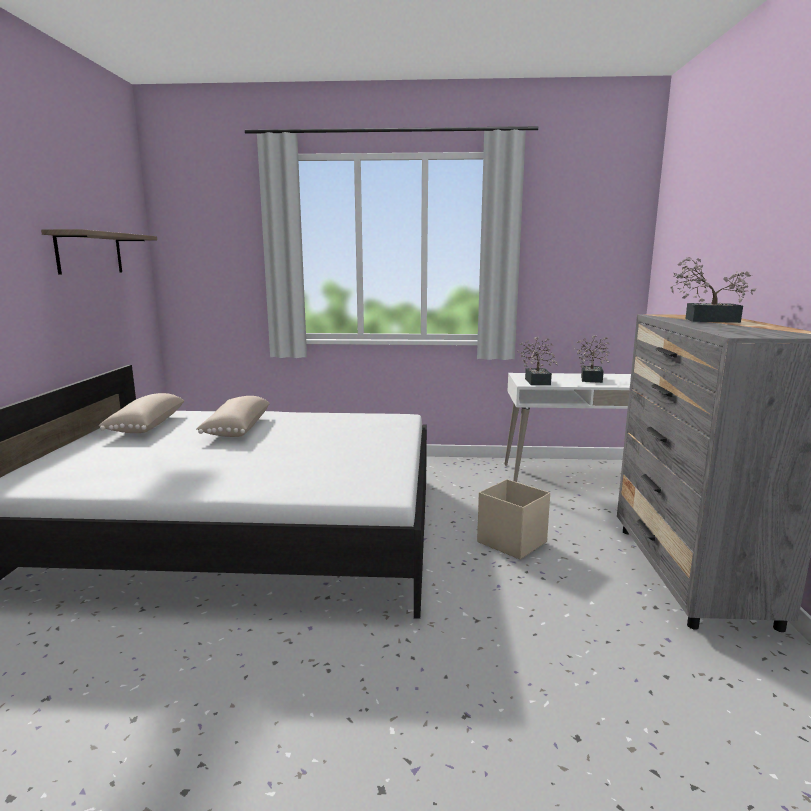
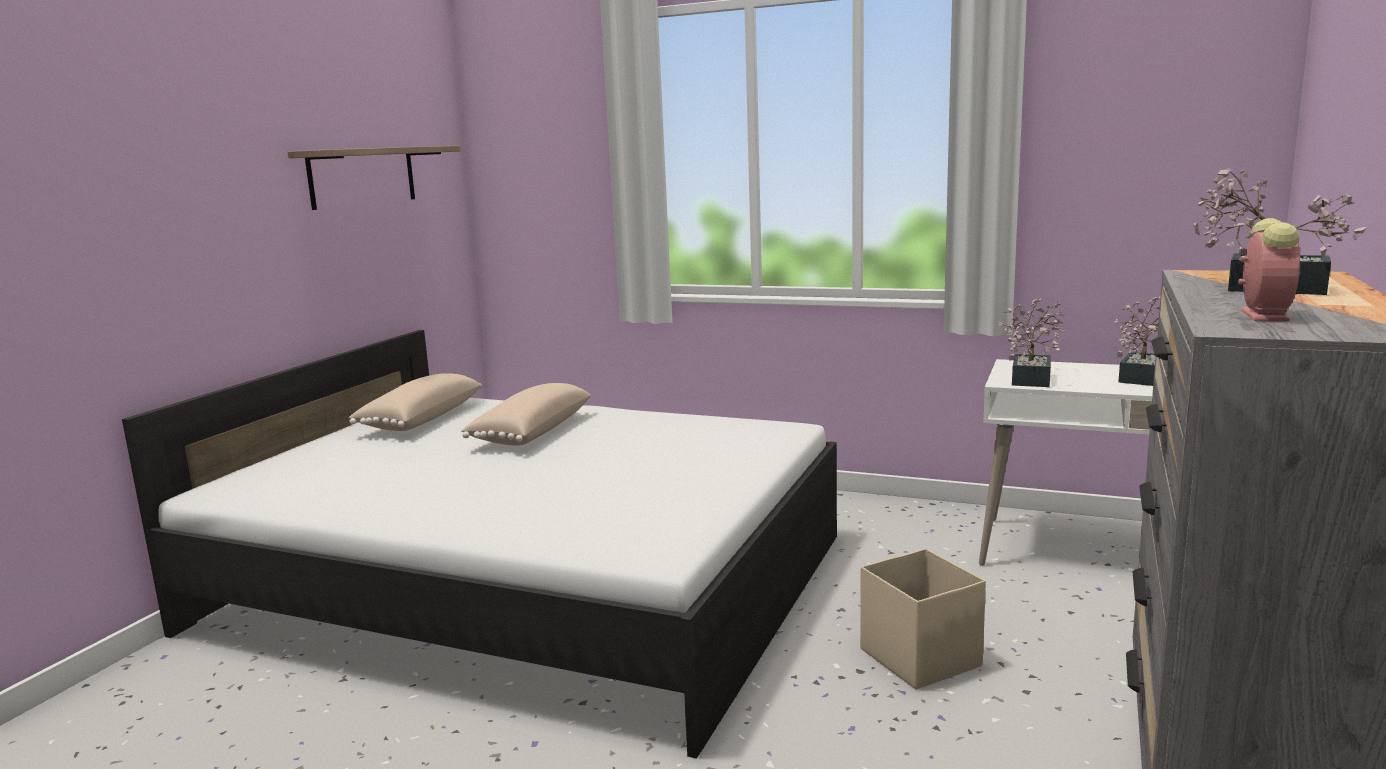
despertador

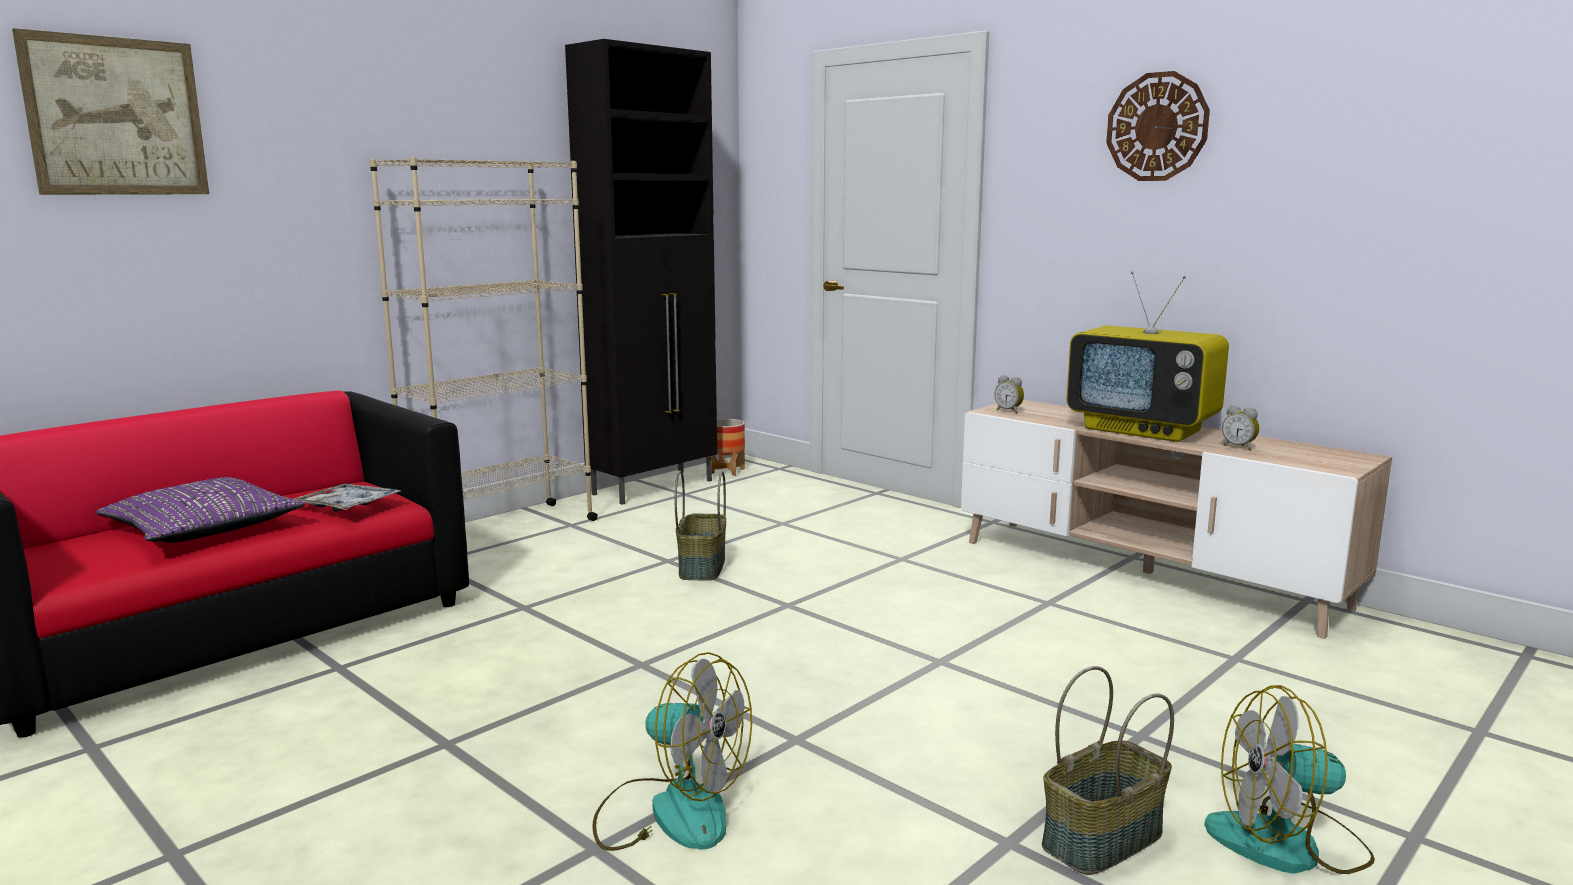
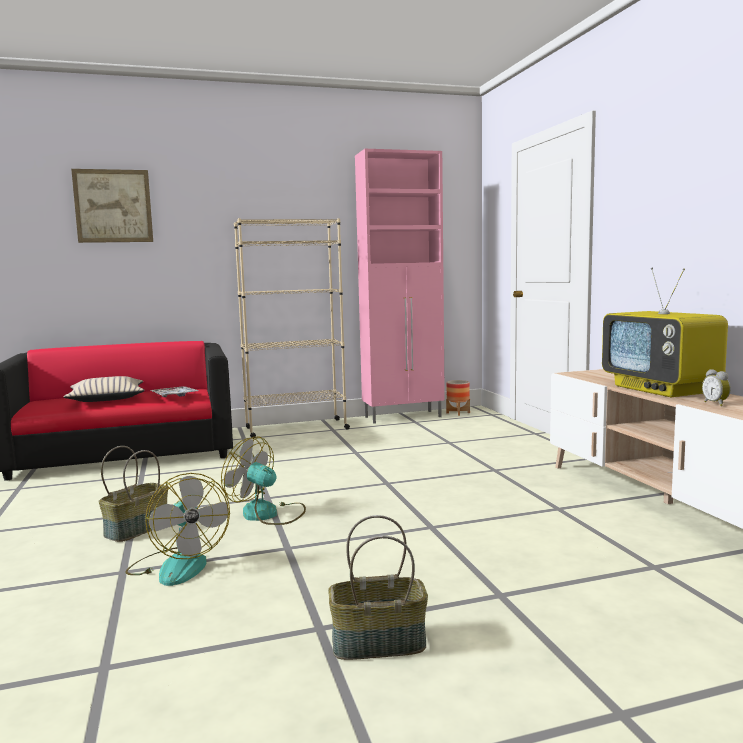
cojín [beis]; armario [rosa]; cesta (1st from left); despertador (1st from left in the first image); reloj de pared; ventilador (2nd from left)

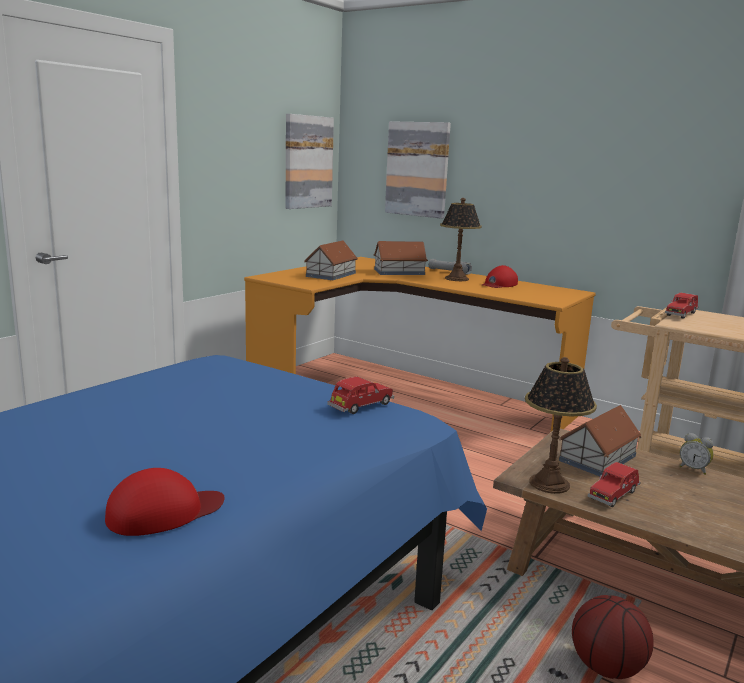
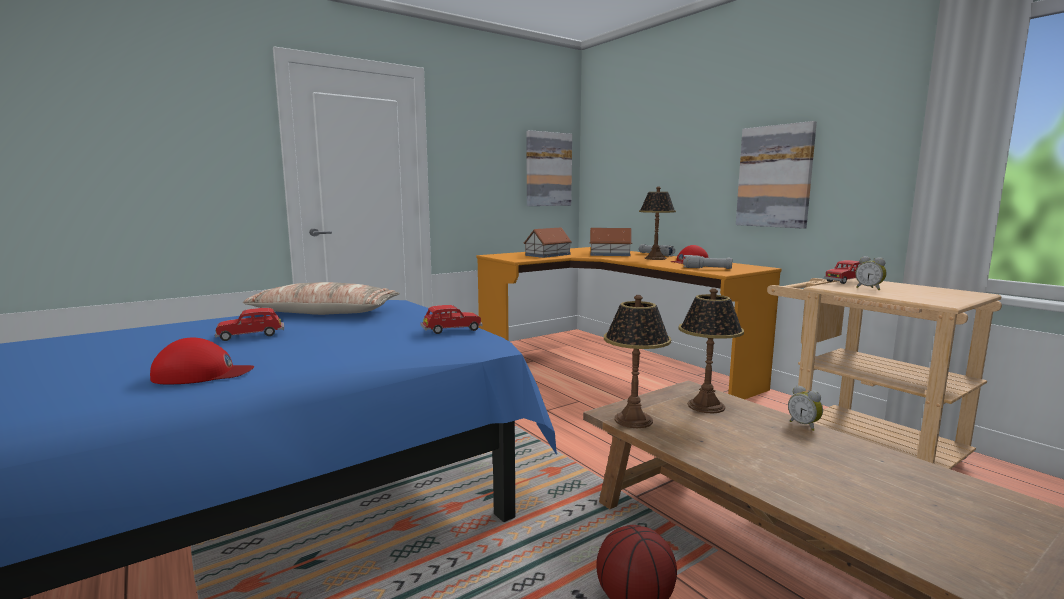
cuadro (2nd from left); lámpara de mesa (3rd from left); coche de juguete [rojo] (1st from left); cojín; linterna [gris] (2nd from left); despertador (2nd from left)

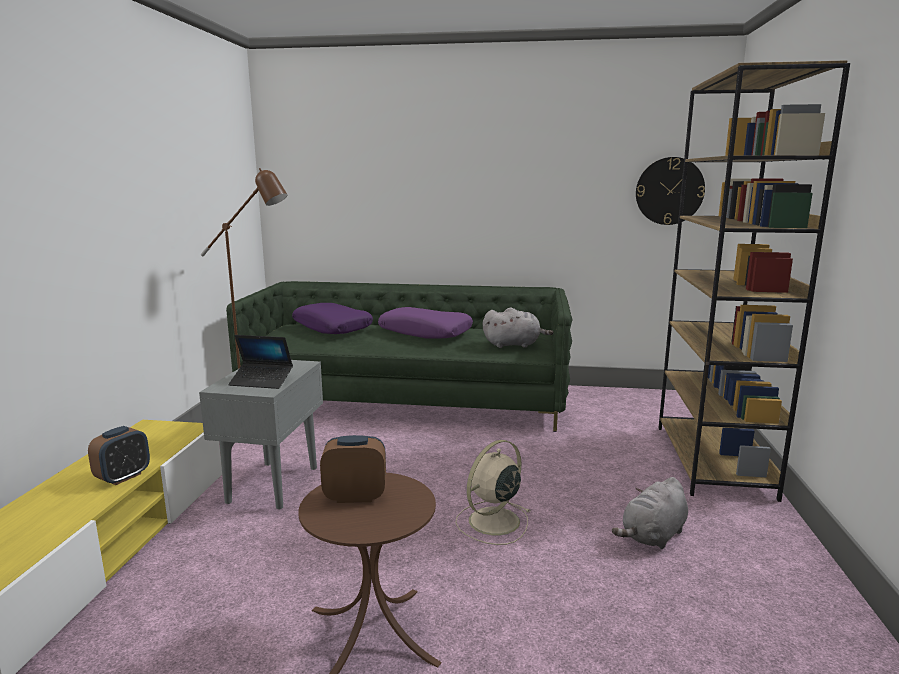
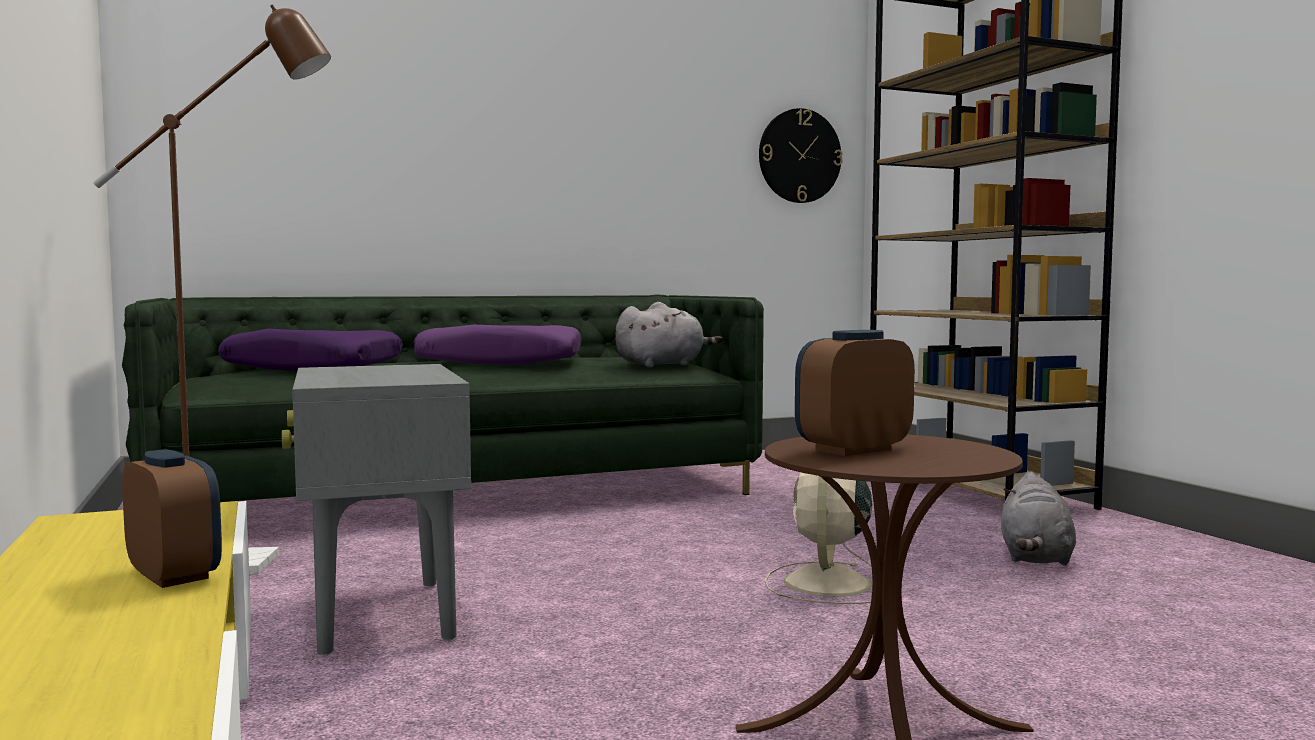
despertador (1st from left); portátil

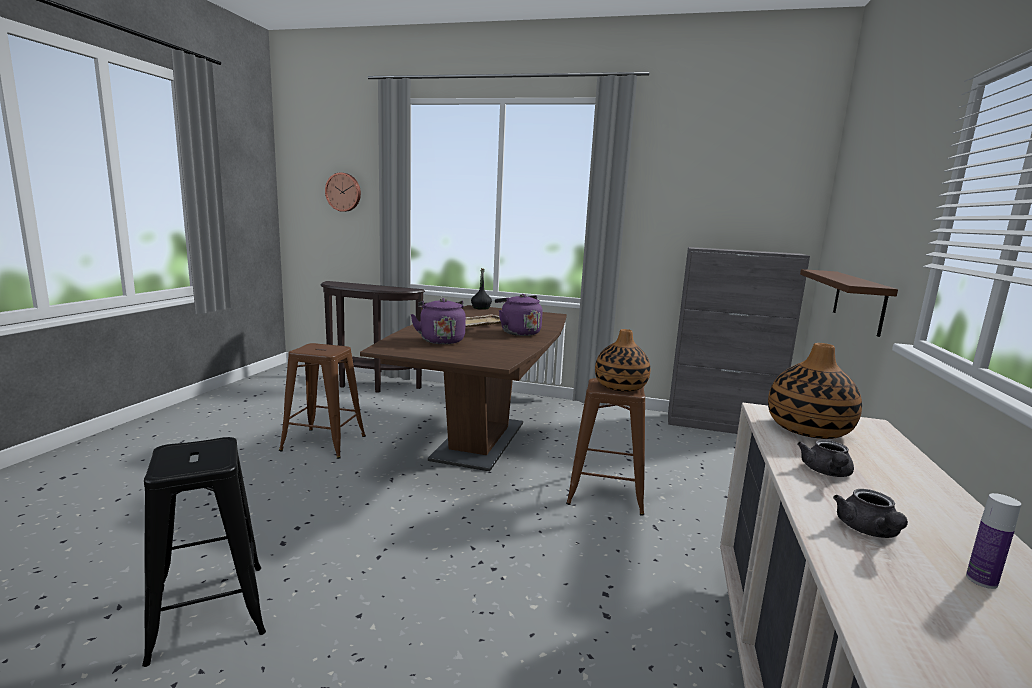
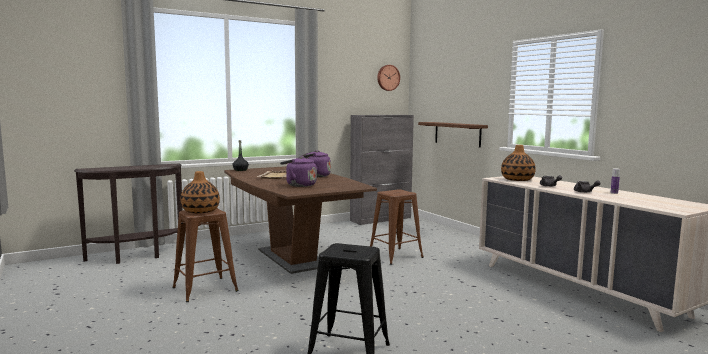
reloj de pared; florero (1st from left)

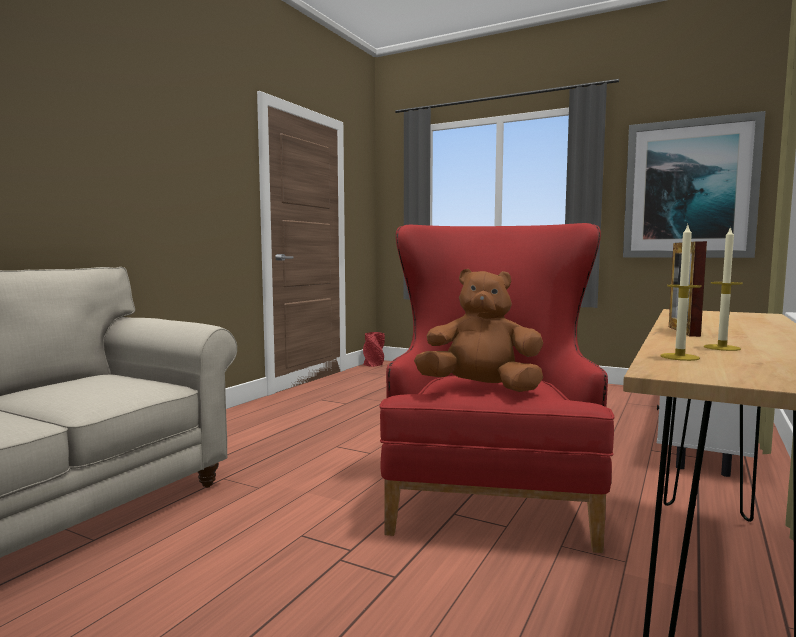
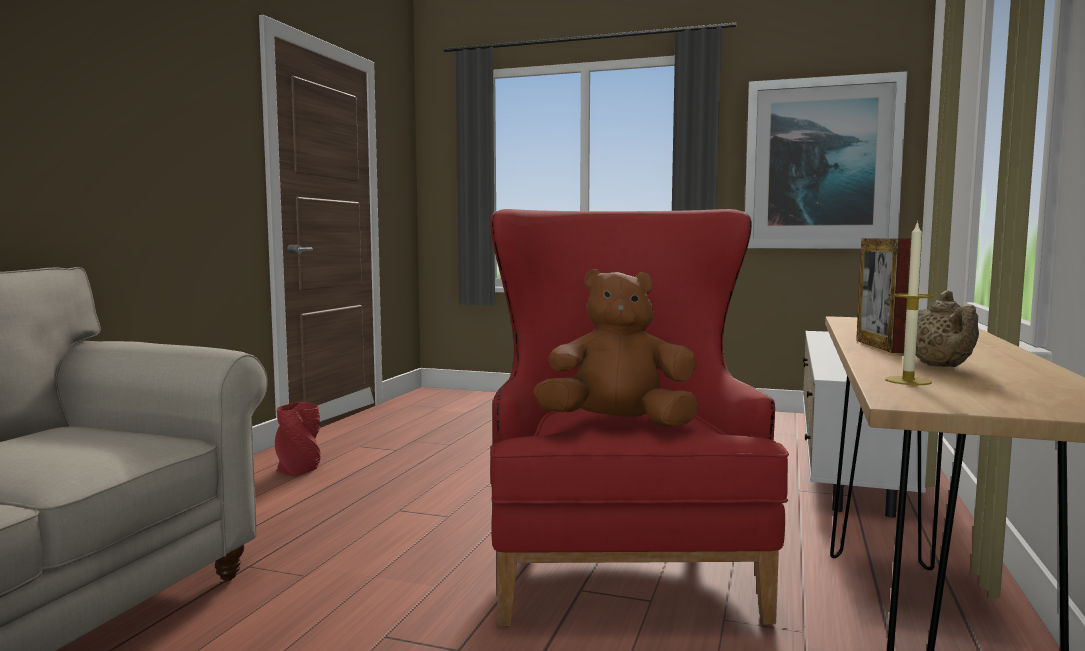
florero [rojo]; tetera [beis]

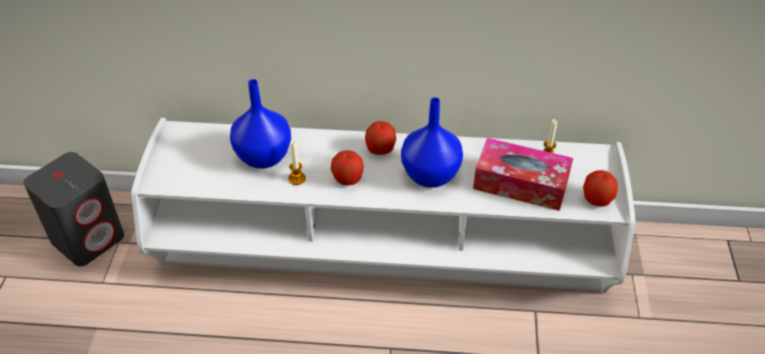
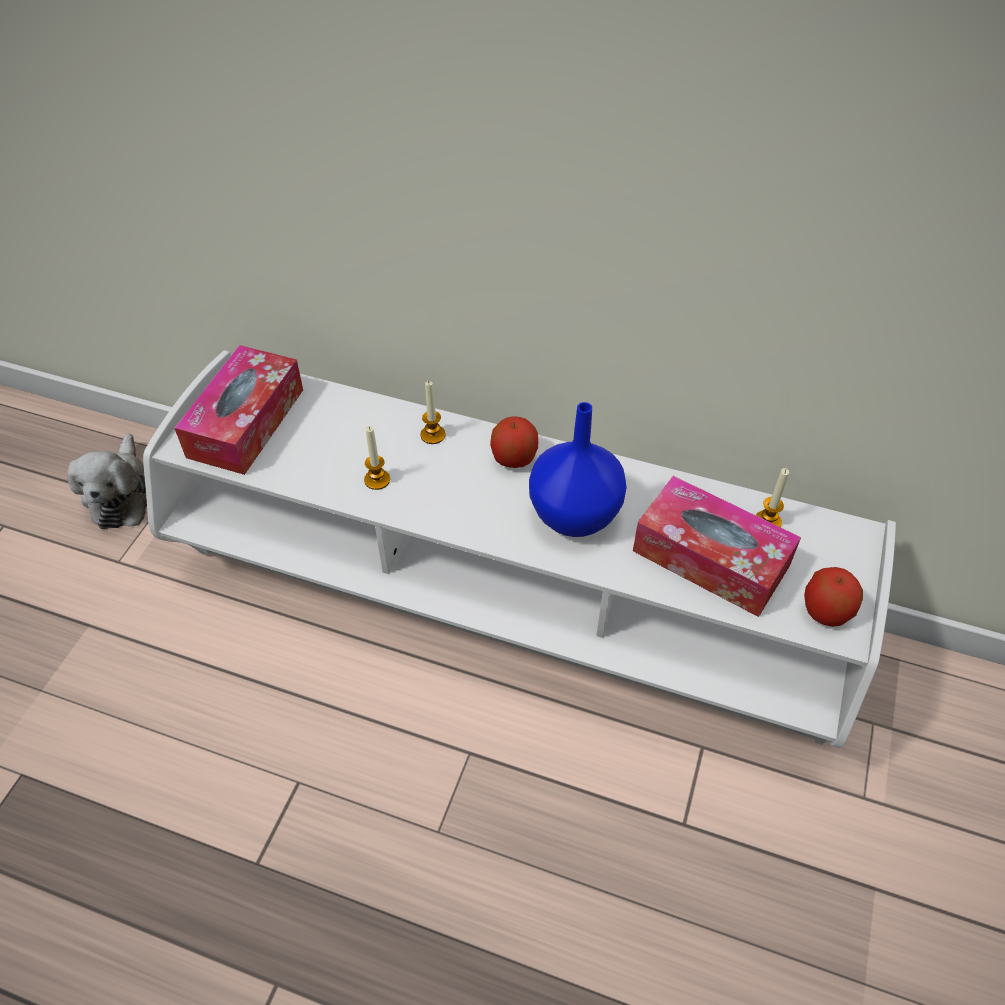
peluche; florero [azul] (1st from left in the first image); manzana (1st from left in the first image); caja de pañuelos (1st from left); vela (2nd from left)

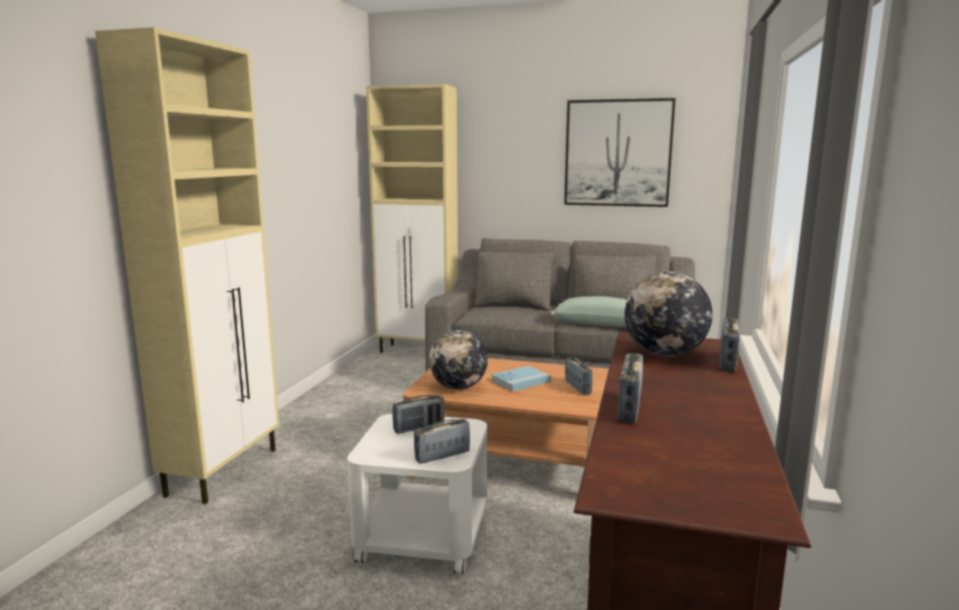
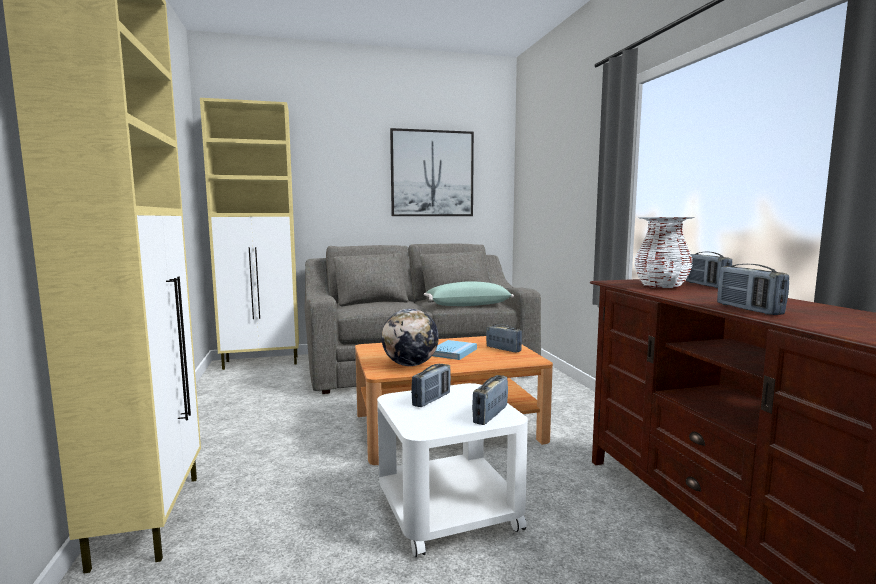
florero [blanco]

